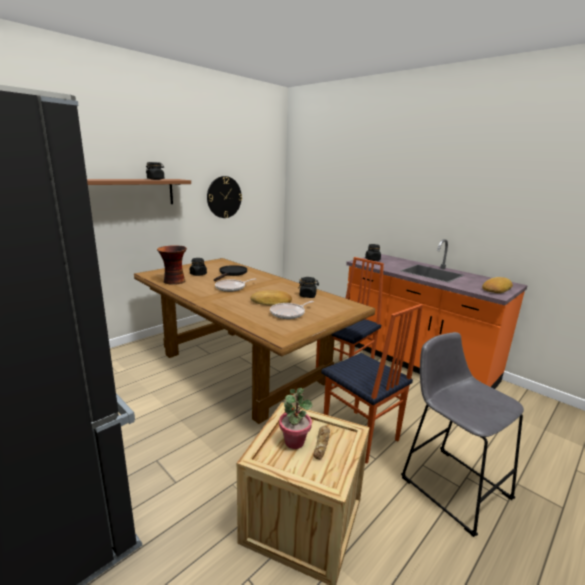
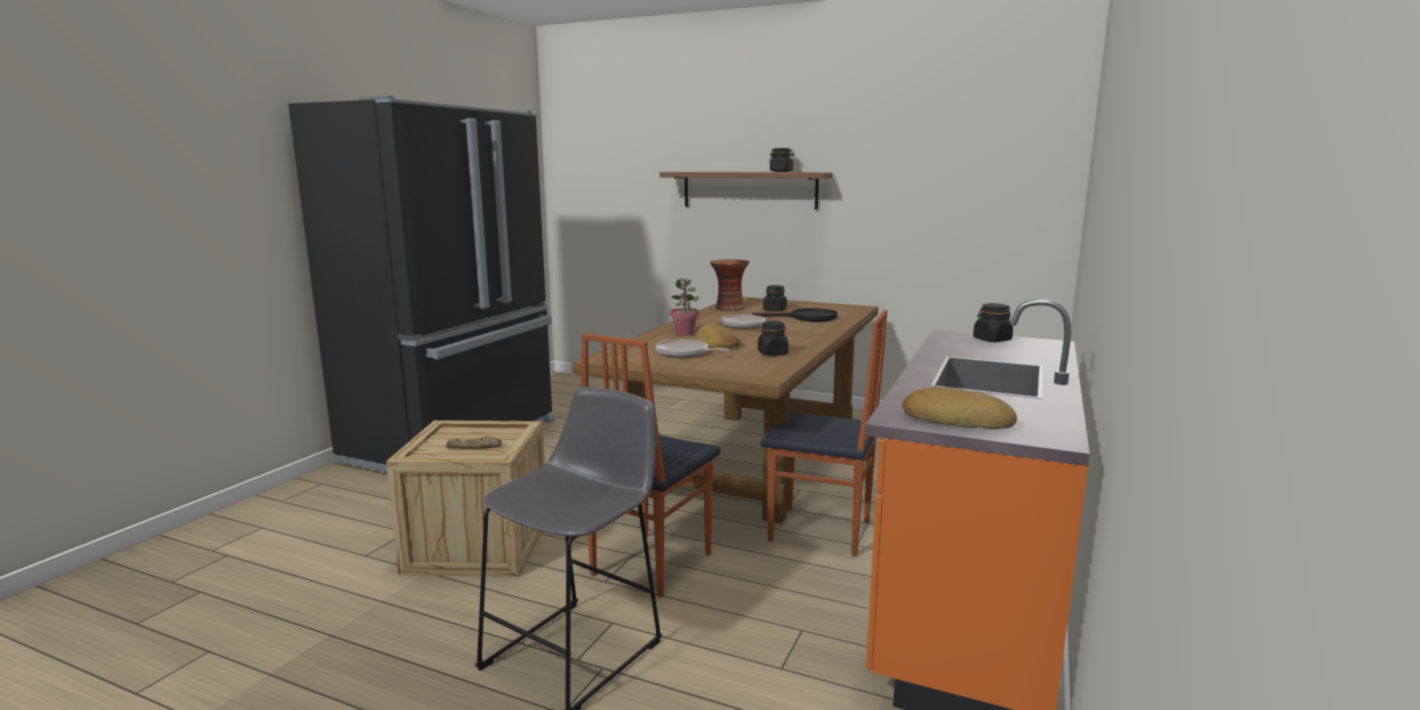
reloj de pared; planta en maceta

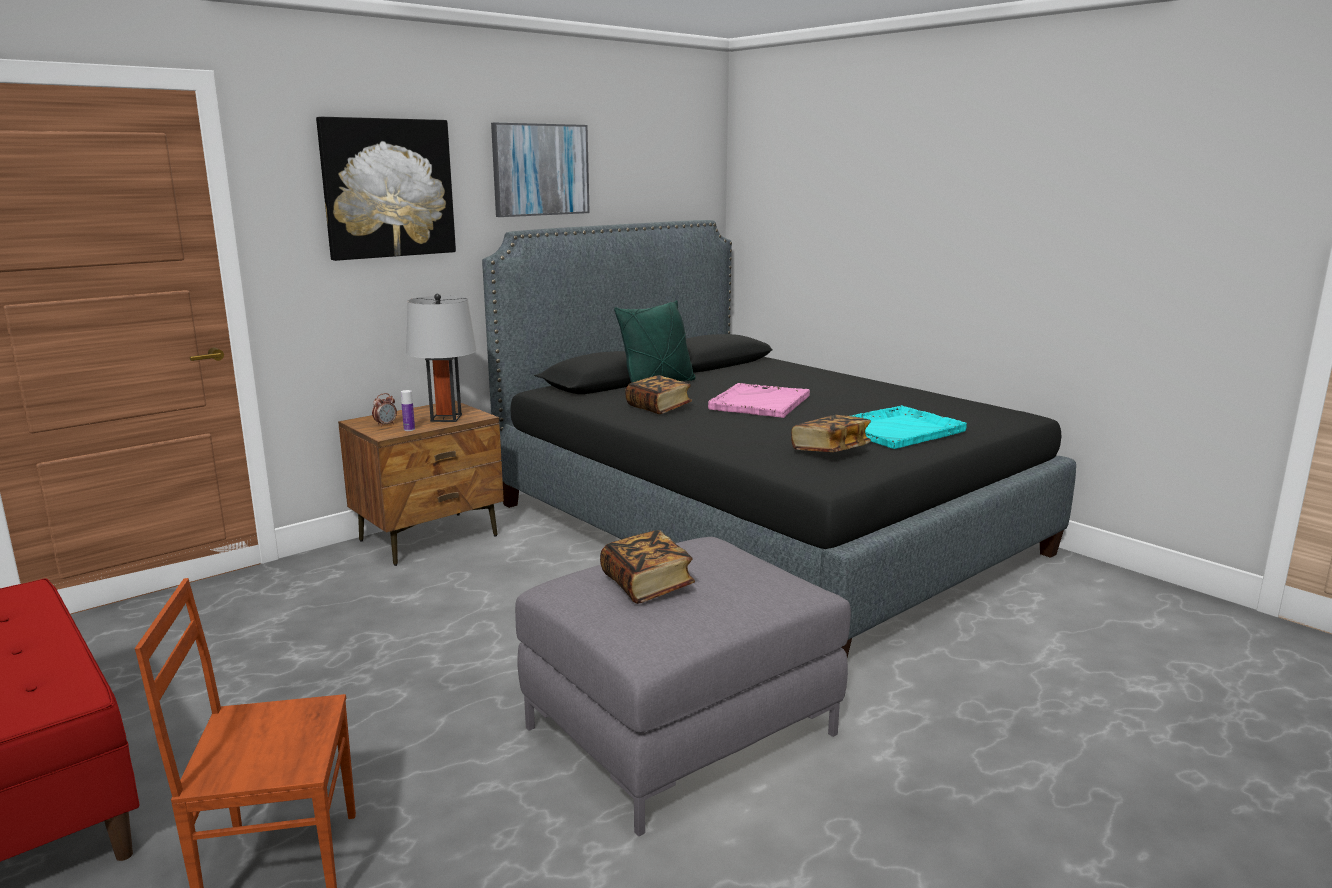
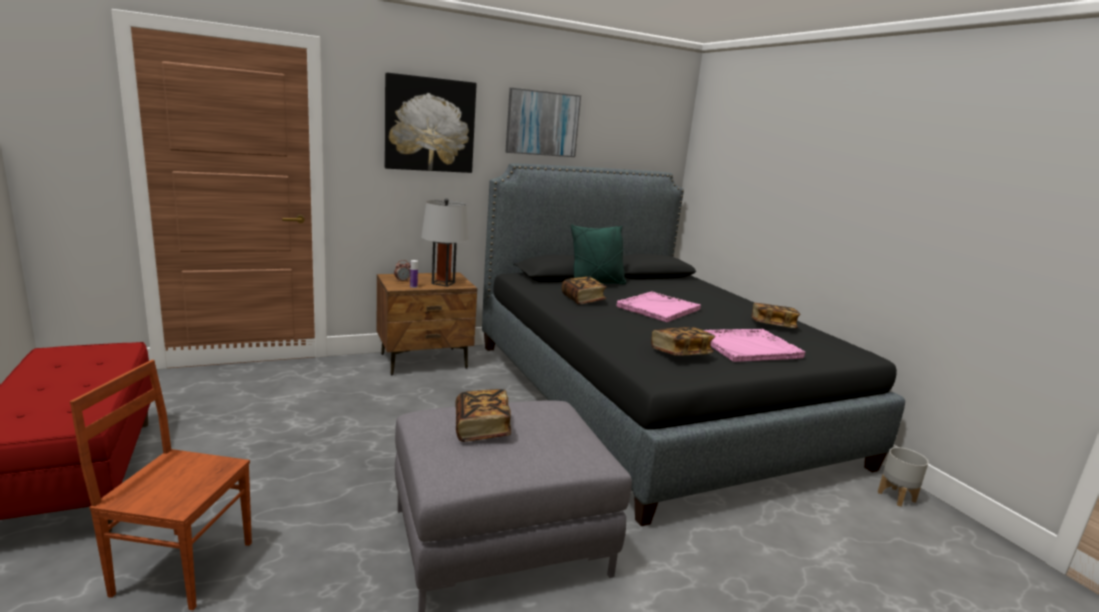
bandeja [rosa] (2nd from left); libro (4th from left); maceta [gris]

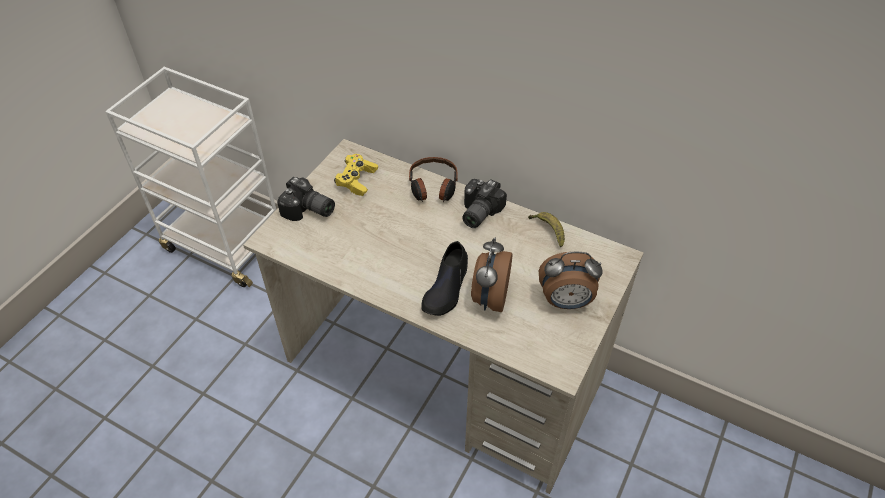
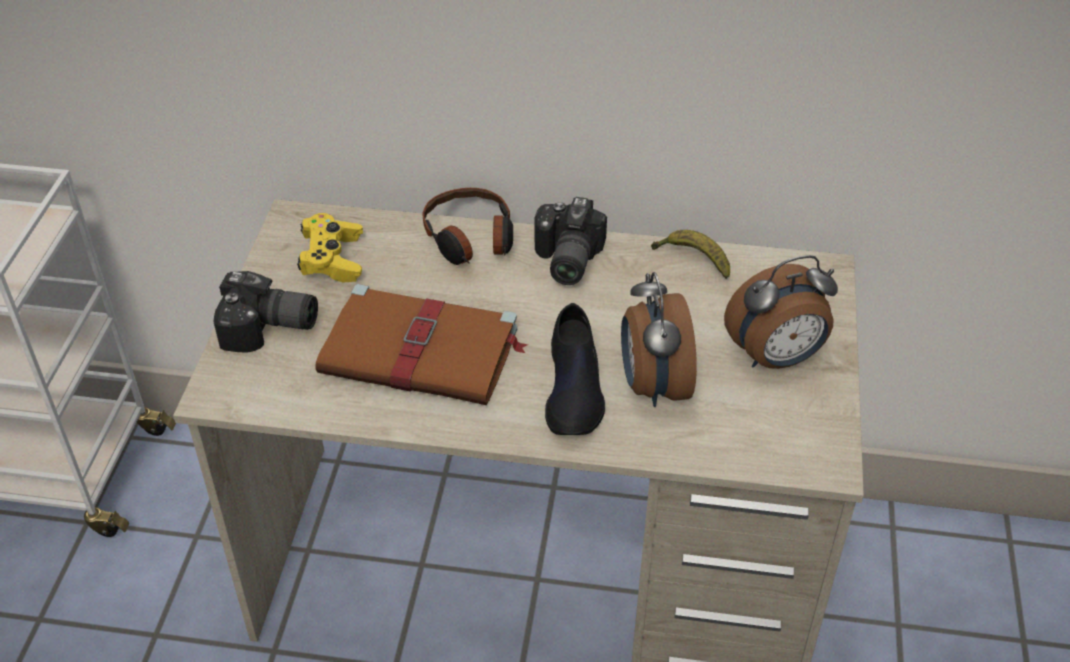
libro [marrón]

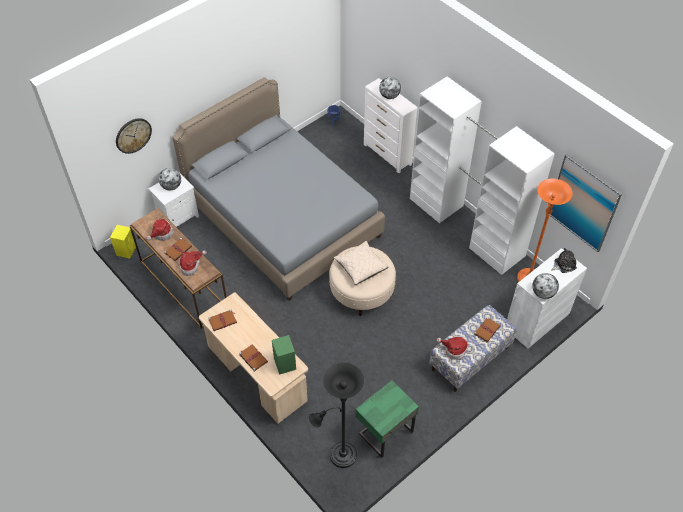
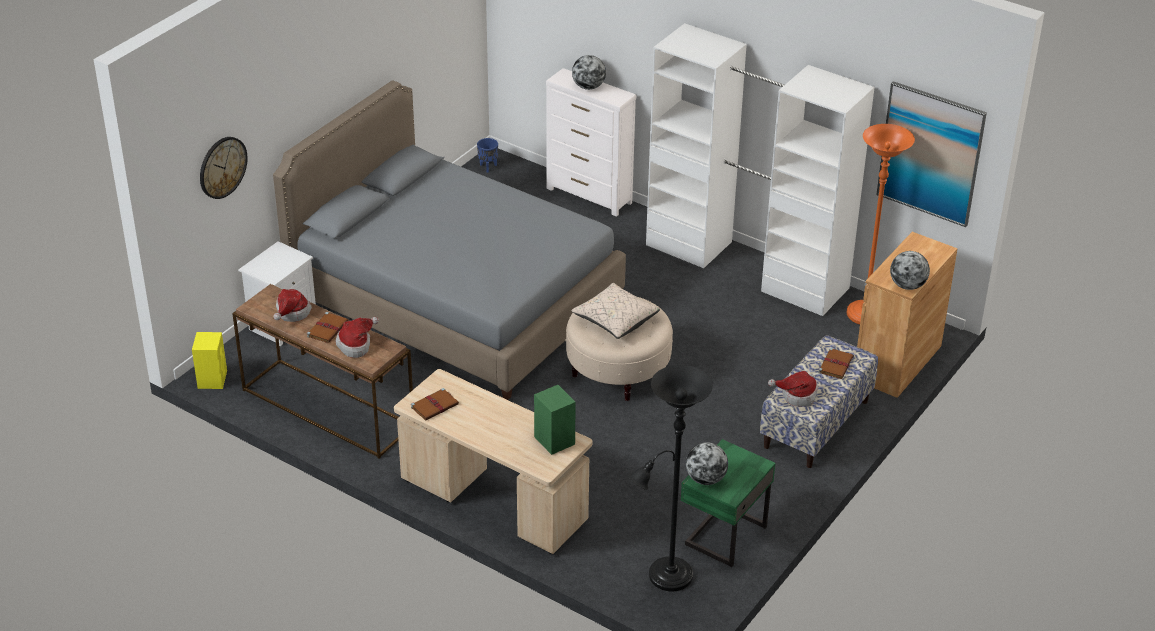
globo terráqueo (2nd from left); libro [marrón] (3rd from left in the first image); armario [marrón]; peluche

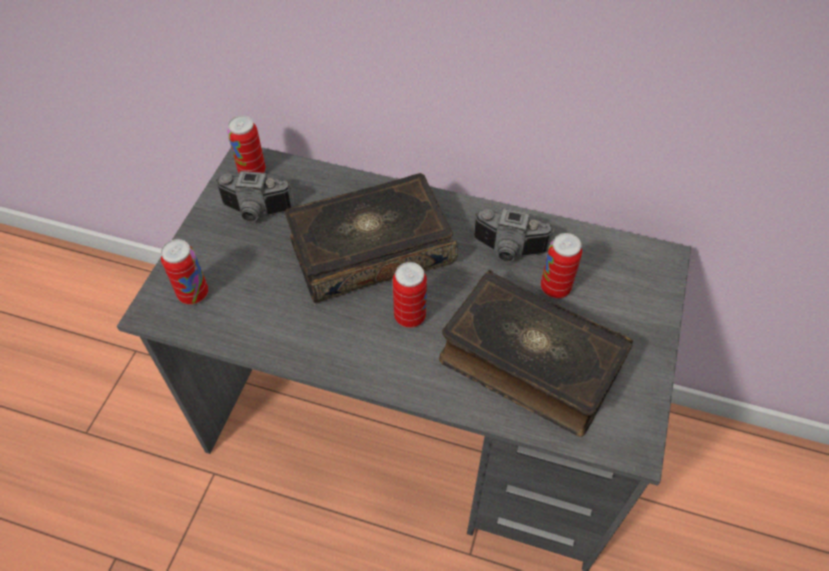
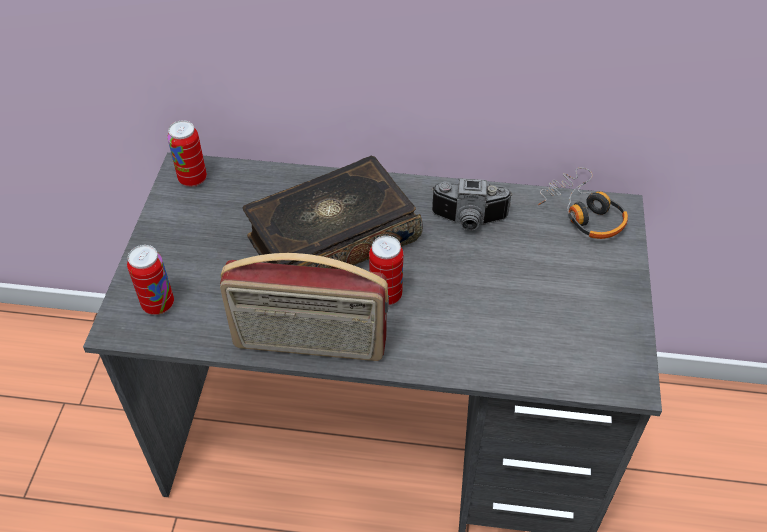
cámara (1st from left in the first image); libro (2nd from left in the first image); lata (4th from left in the first image); radio; auriculares

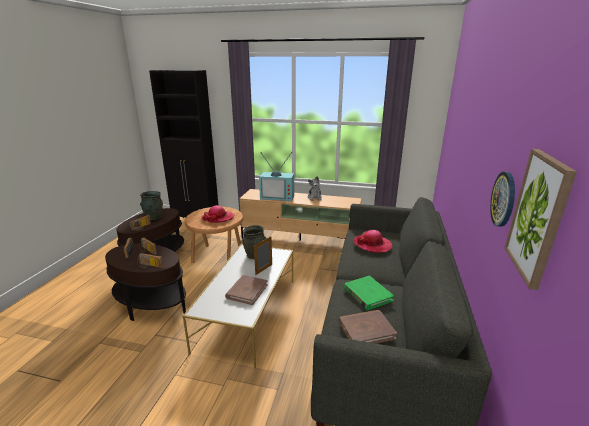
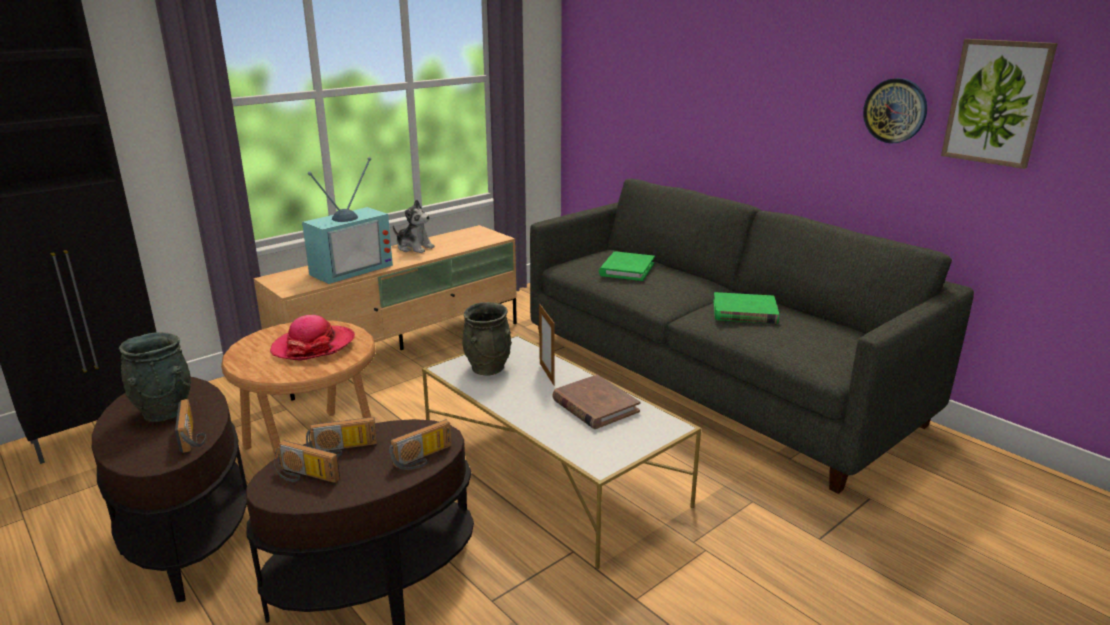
libro [marrón] (2nd from left in the first image); libro [verde] (1st from left)

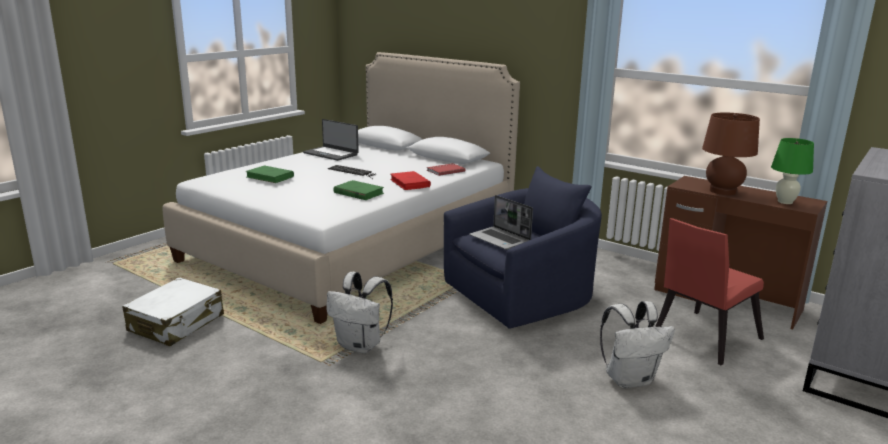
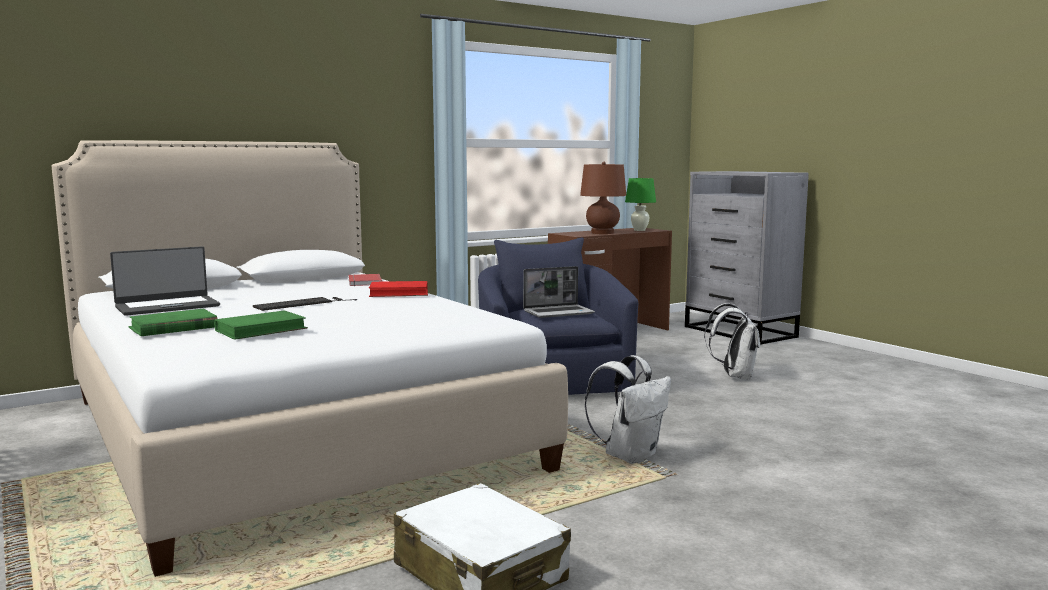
libro [verde] (1st from left); silla [rojo]

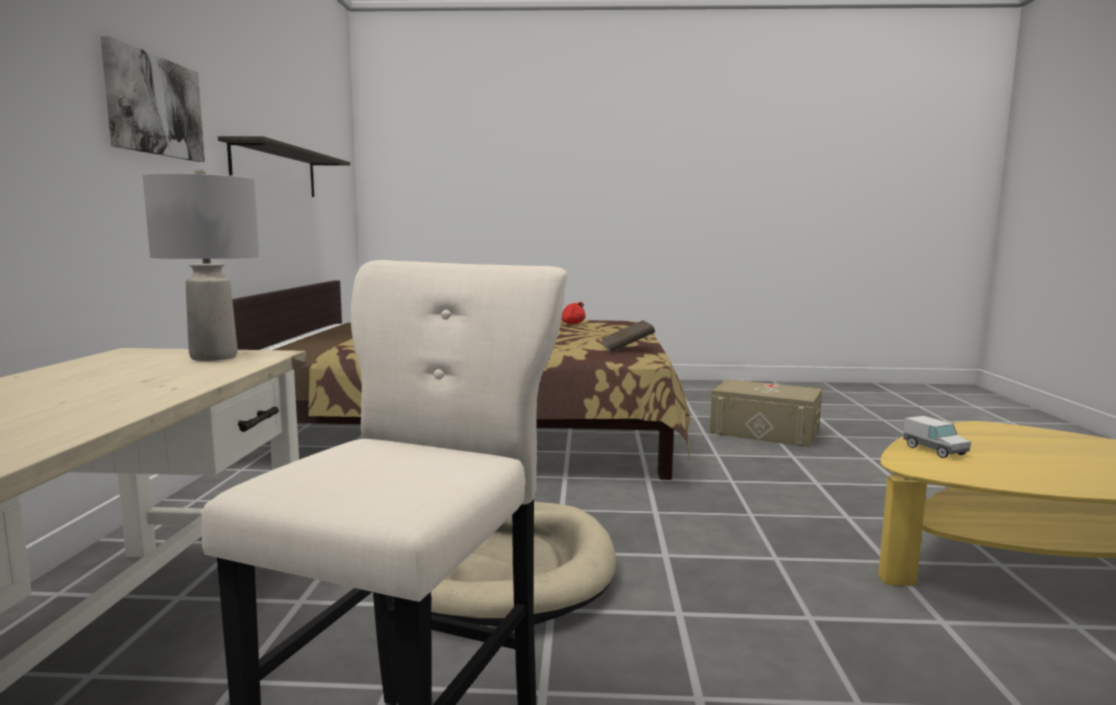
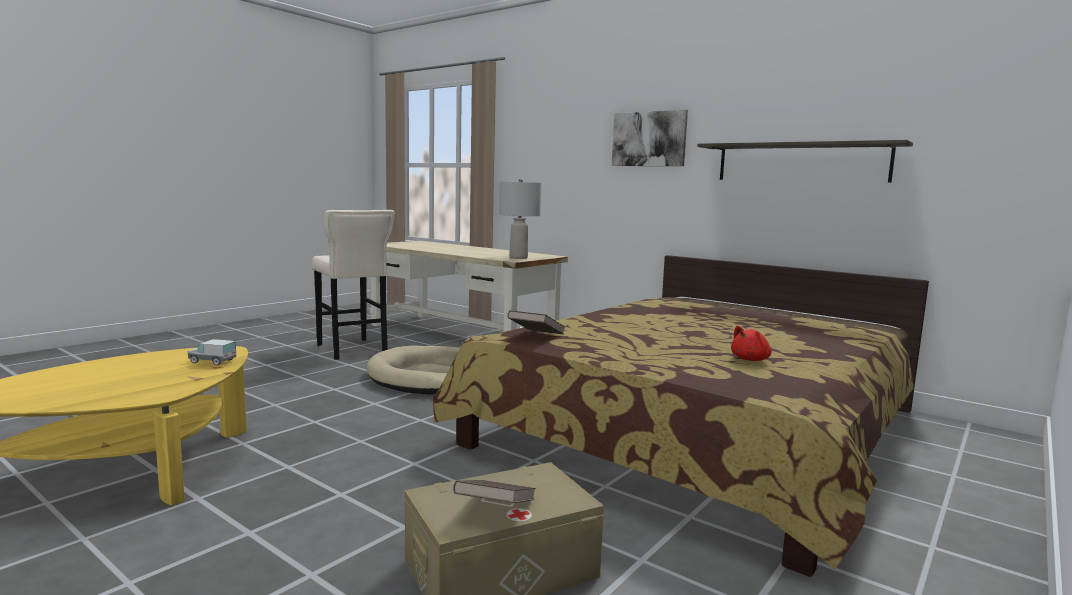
libro [marrón] (1st from left)

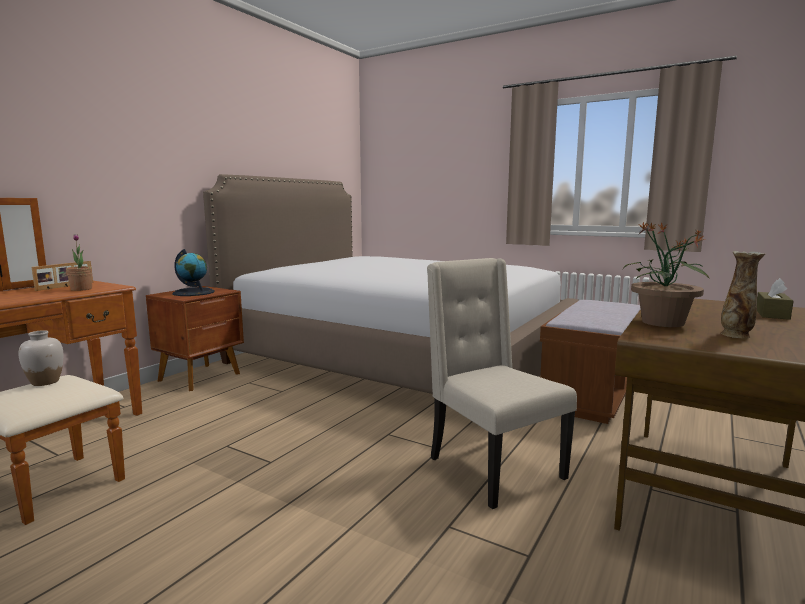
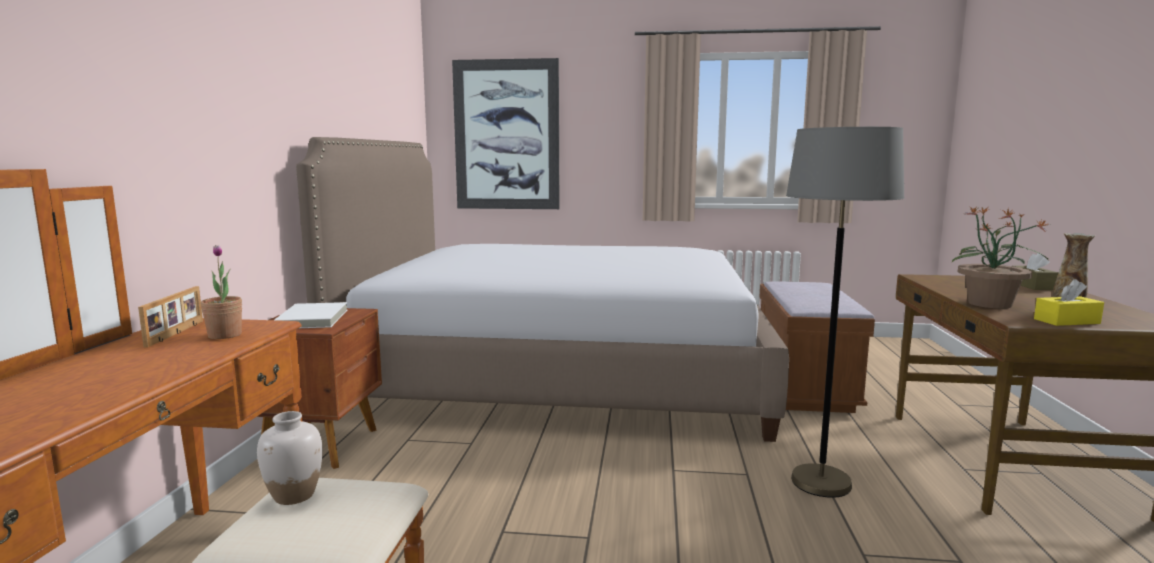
libro [blanco]; lámpara de pie [gris]; cuadro; caja de pañuelos [amarillo]

